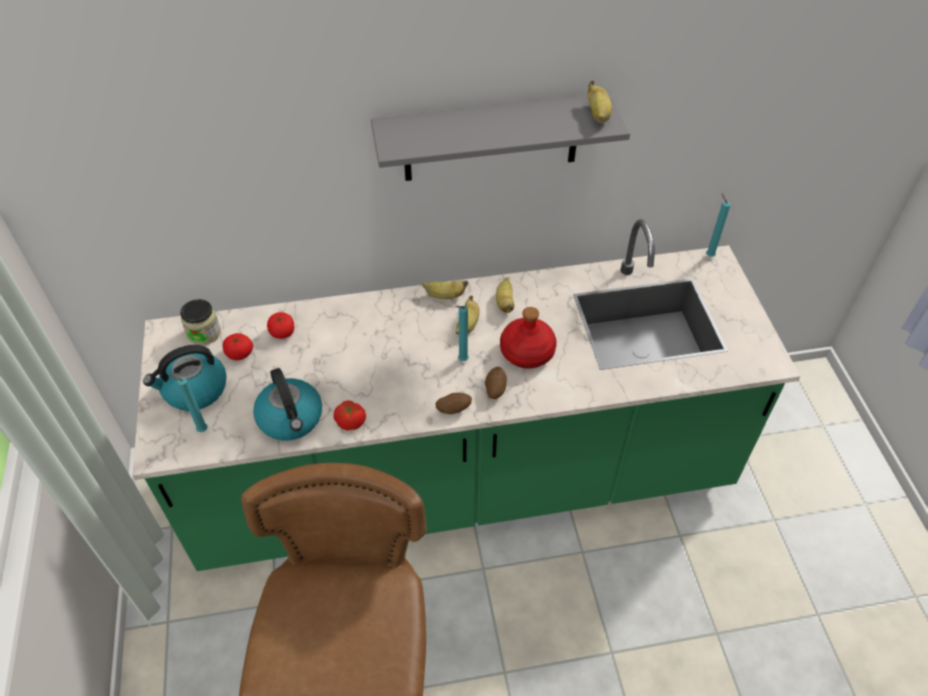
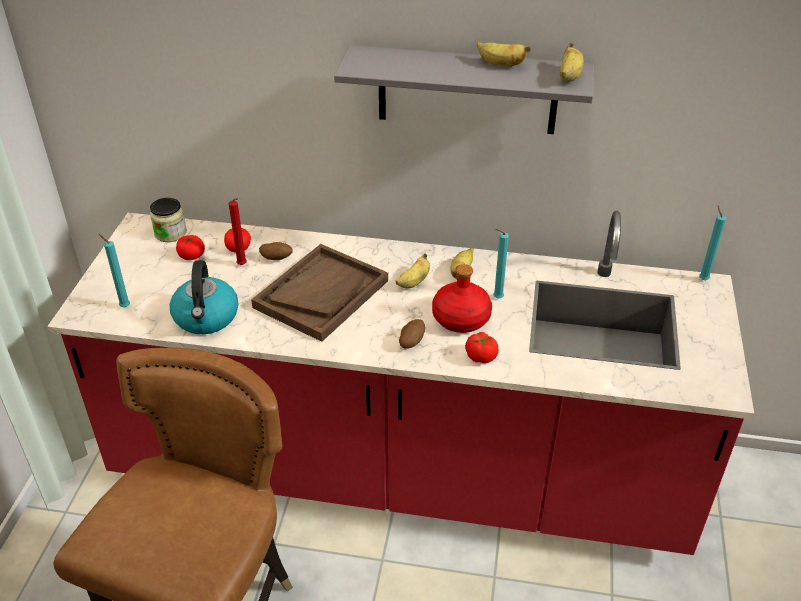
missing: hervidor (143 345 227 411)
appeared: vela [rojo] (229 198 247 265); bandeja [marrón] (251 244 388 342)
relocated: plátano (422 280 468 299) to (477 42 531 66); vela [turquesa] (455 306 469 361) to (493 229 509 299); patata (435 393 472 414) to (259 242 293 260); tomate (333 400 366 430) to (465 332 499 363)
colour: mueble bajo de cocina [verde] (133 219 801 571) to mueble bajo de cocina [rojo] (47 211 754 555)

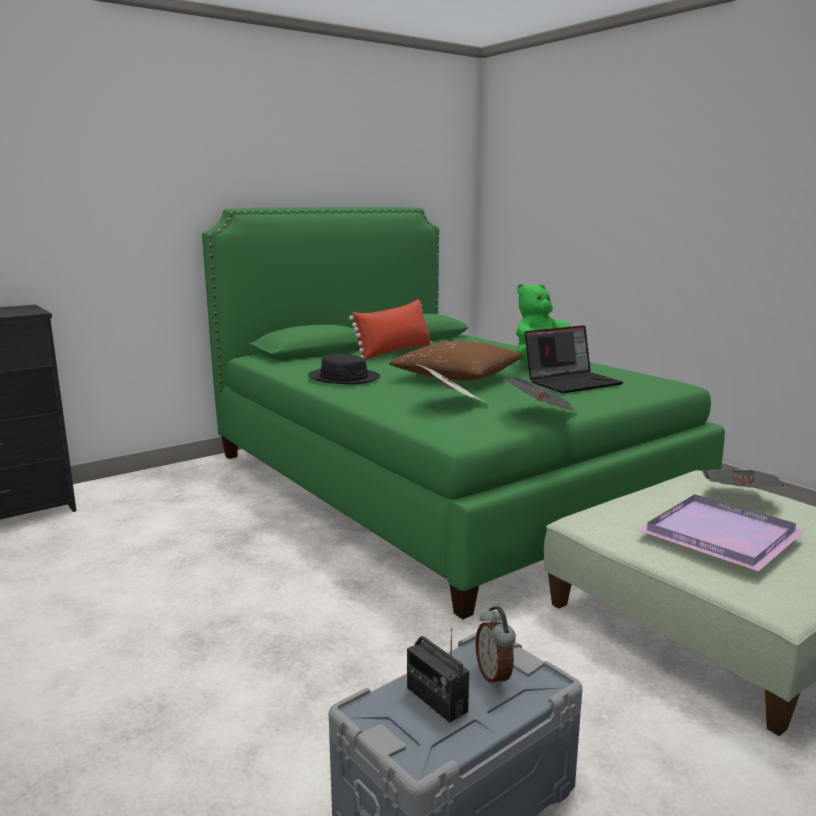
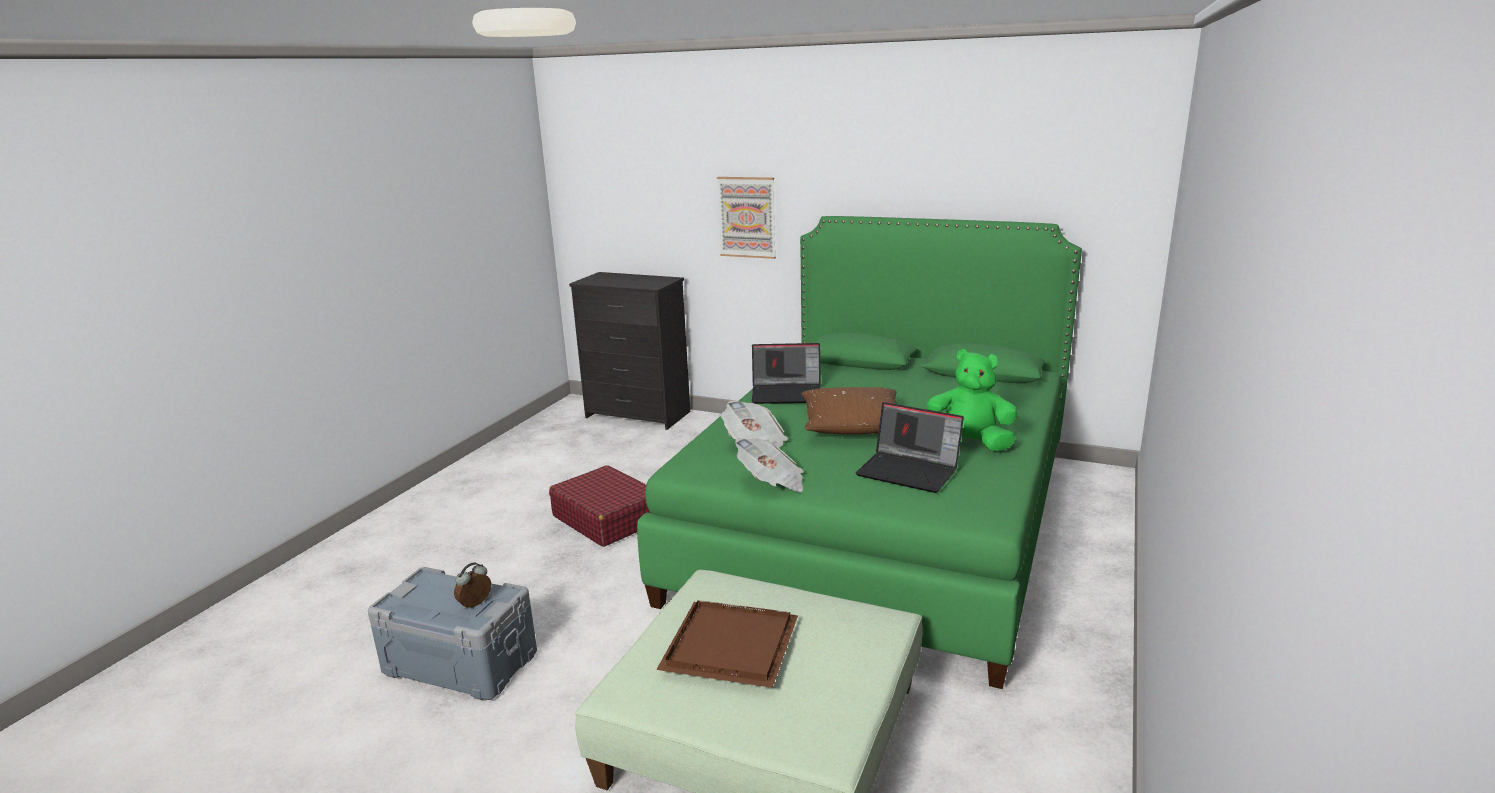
missing: cojín [rojo] (349 299 431 360); periódico (701 469 784 488); radio (407 628 469 723)
appeared: cuadro (717 177 776 259); maleta [rojo] (549 465 650 547)
exchanged: sombrero [negro] (308 354 380 384) to portátil (752 343 821 404)
colour: bandeja [morado] (637 494 805 572) to bandeja [marrón] (656 600 798 688)

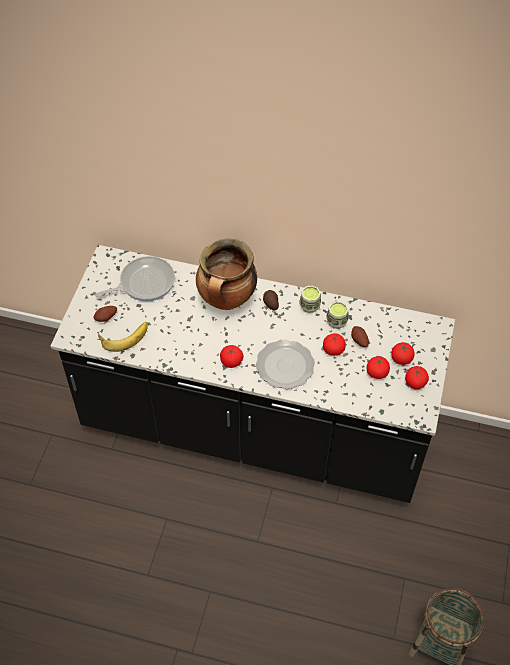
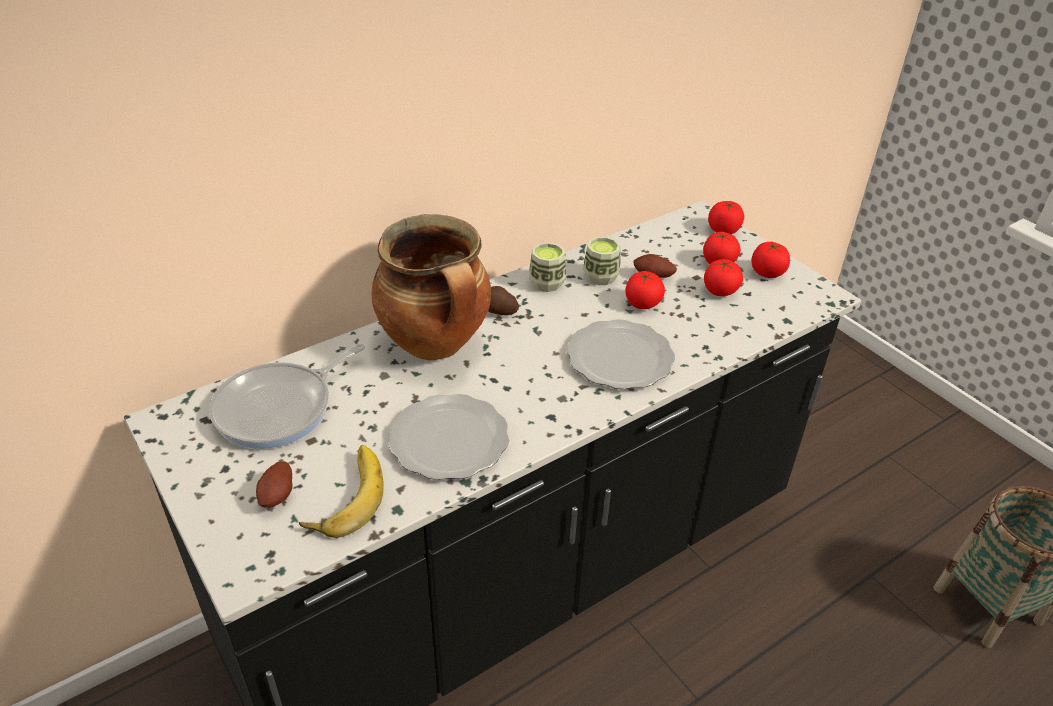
appeared: plato (389 394 509 480)
relocated: tomate (220 345 243 368) to (708 201 744 234)
spun: sartén (95 256 175 301) = (209 344 365 449) 150 degrees counterclockwise

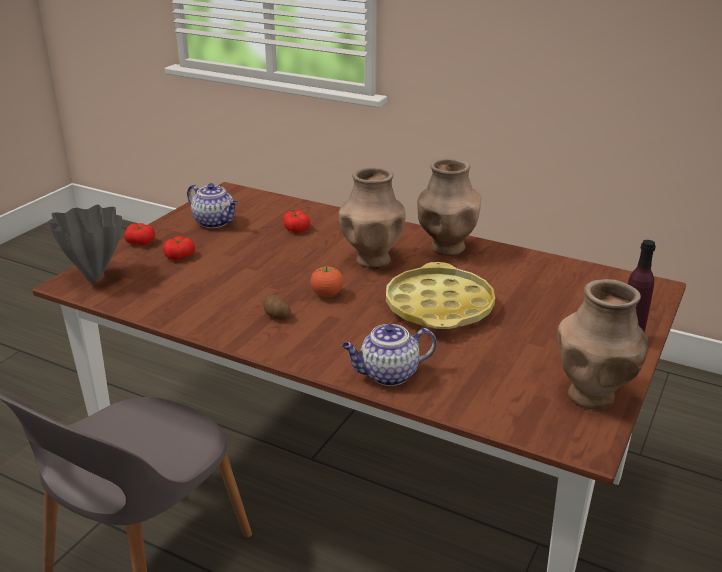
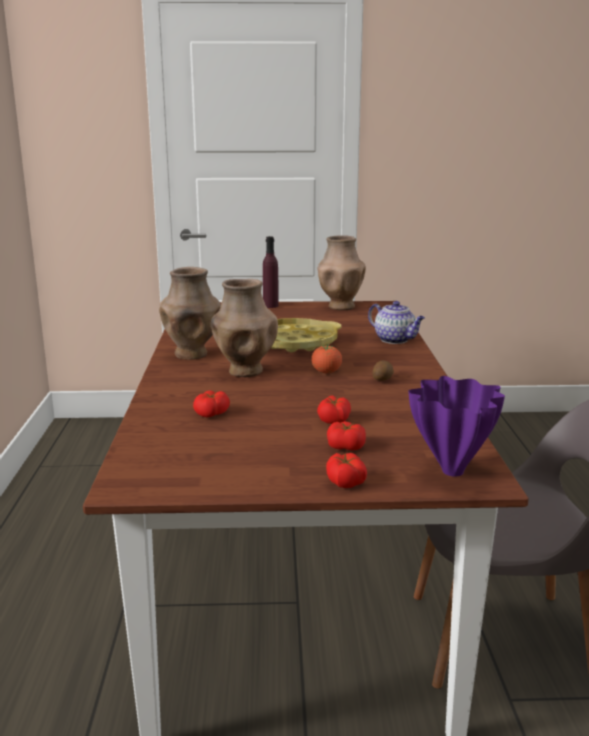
missing: tetera (187 183 238 228)
appeared: tomate (317 395 351 424)
colour: florero [gris] (48 205 122 281) to florero [morado] (408 376 505 477)

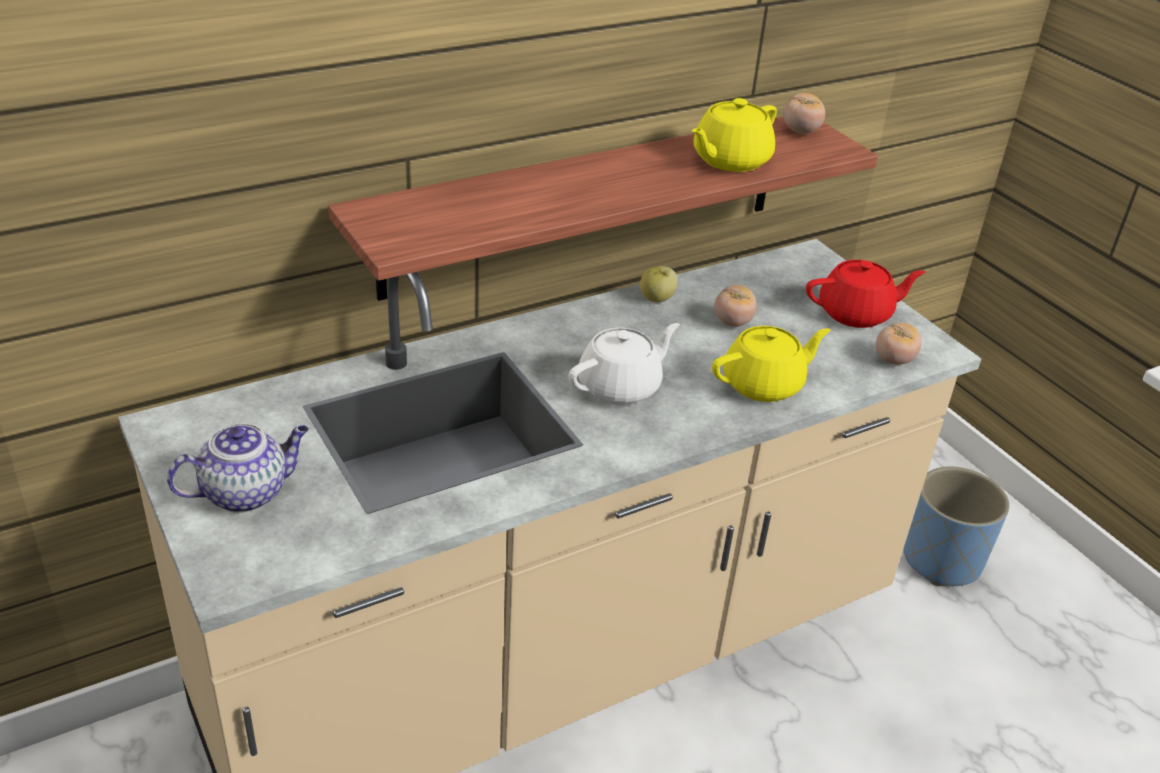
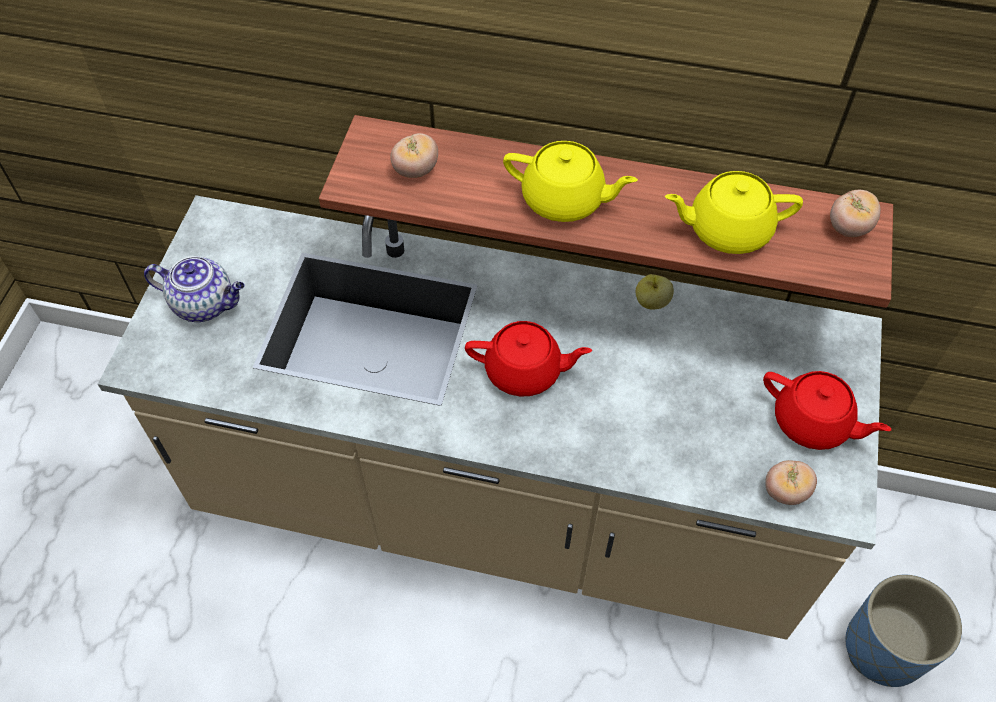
relocated: tomate (714 285 757 327) to (390 133 438 178); tetera [amarillo] (712 326 831 402) to (503 141 638 222)
colour: tetera [blanco] (569 323 680 405) to tetera [rojo] (465 321 592 396)

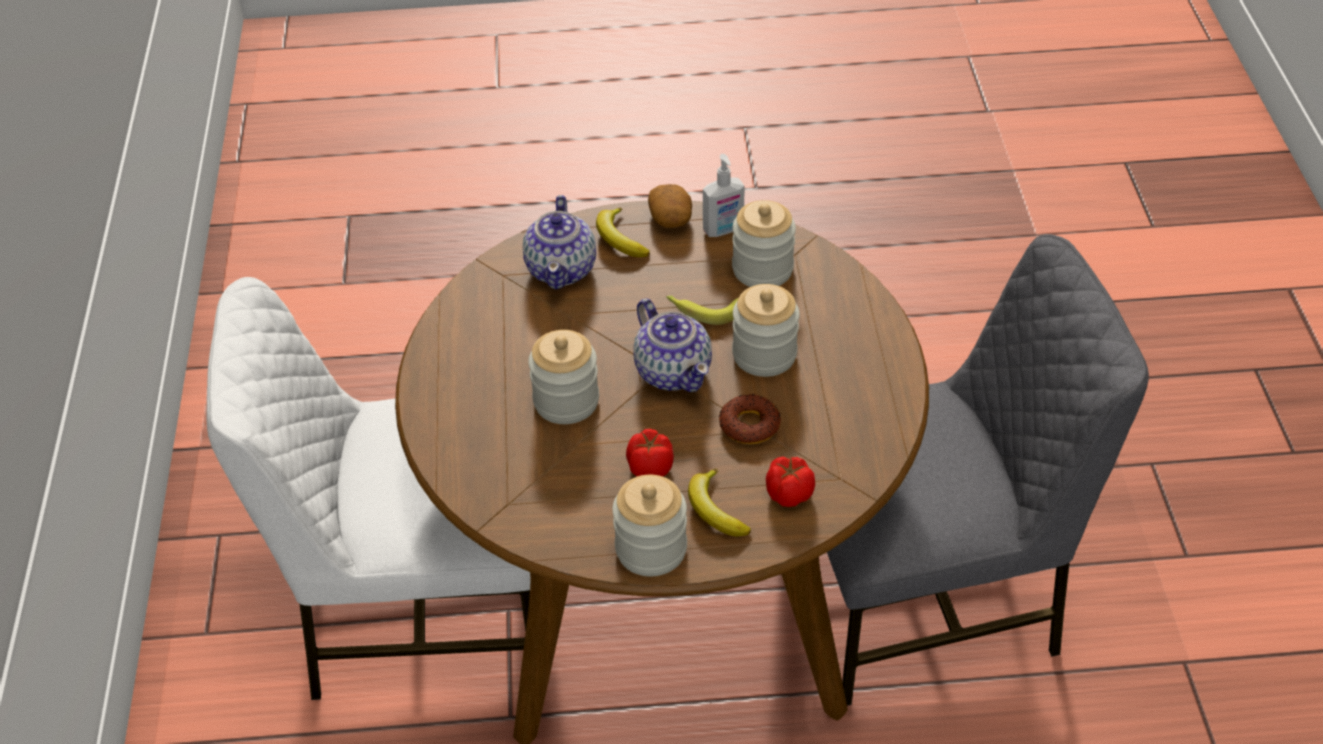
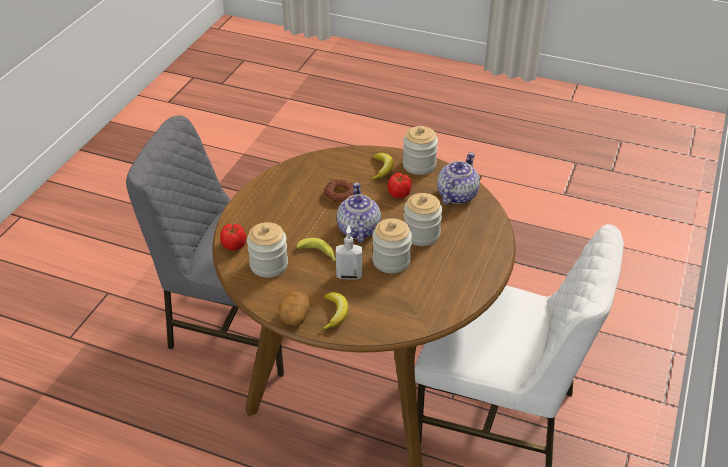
relocated: dispensador de jabón (703 154 745 237) to (336 225 362 280); tetera (523 195 596 290) to (437 152 480 205); tarro (732 284 800 377) to (372 218 412 273); tomate (766 457 815 507) to (220 224 246 251)

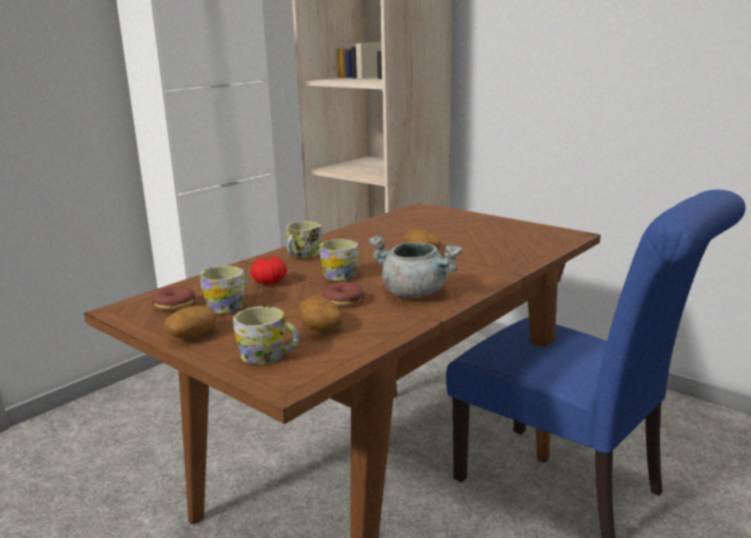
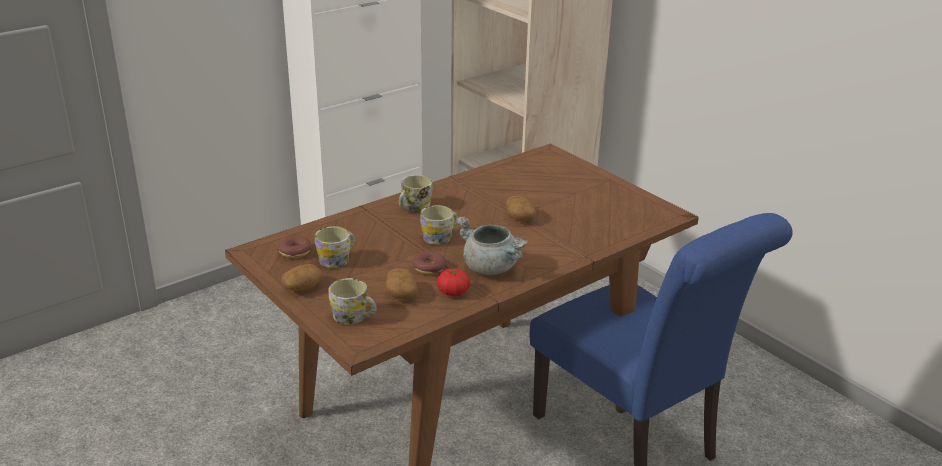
relocated: tomate (251 257 287 285) to (437 268 470 296)

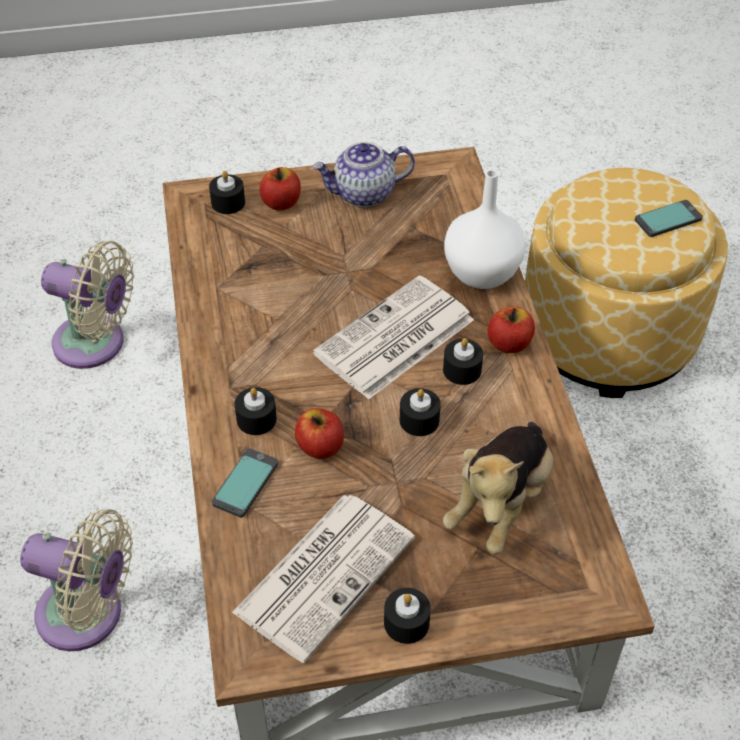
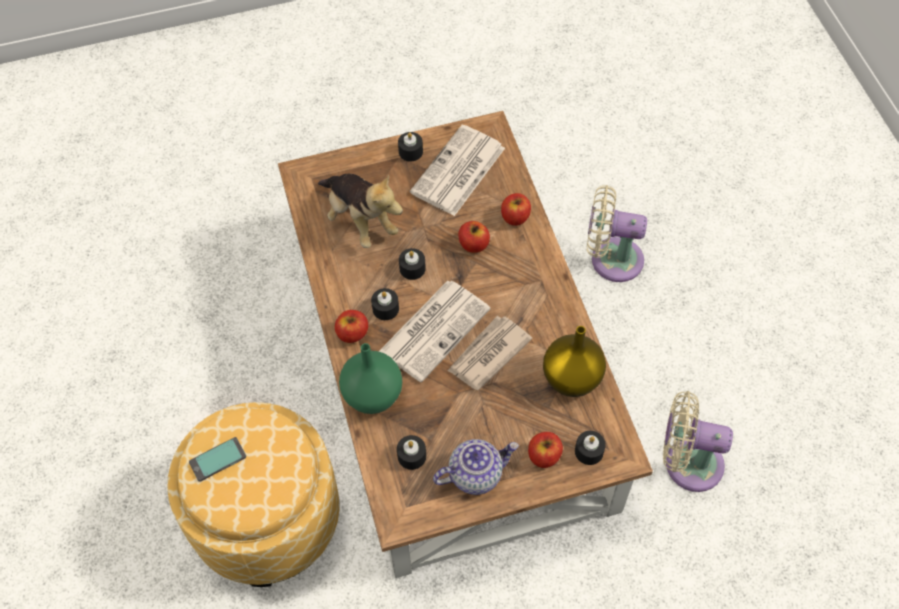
appeared: periódico (447 316 532 390); florero [amarillo] (543 326 606 397)
relocated: vela [negro] (235 387 277 435) to (397 435 426 470)
exchanged: móvil (212 448 278 518) to manzana (501 193 531 226)
colour: florero [blanco] (444 170 526 289) to florero [verde] (339 343 402 414)
spun: peluche (443 422 553 555) = (318 174 403 248) 120 degrees clockwise

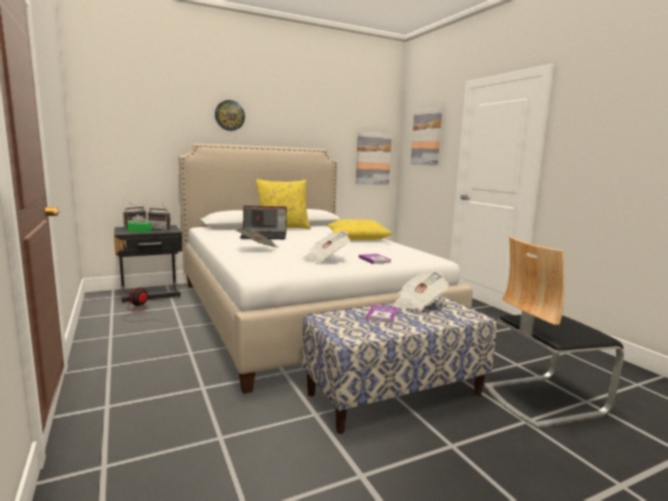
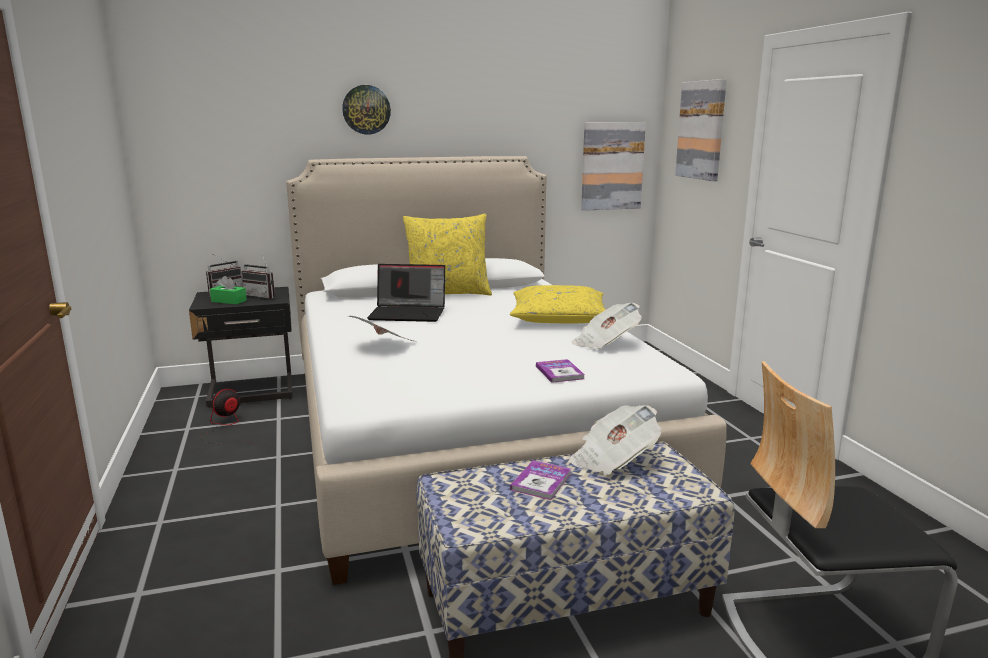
relocated: periódico (302 231 350 262) to (572 303 642 349)

